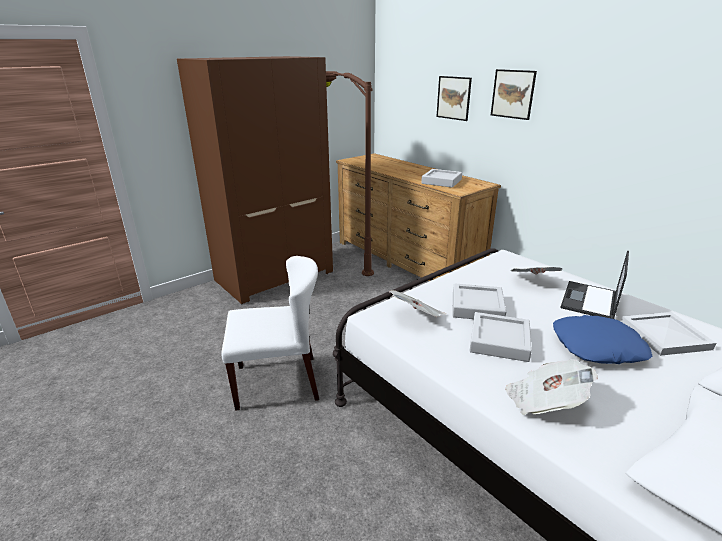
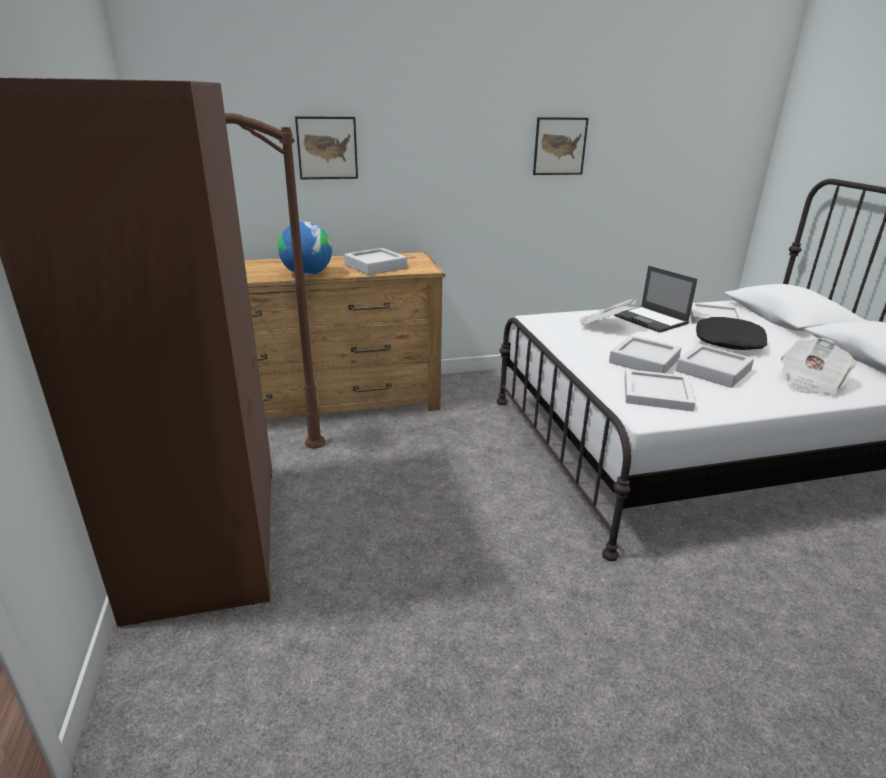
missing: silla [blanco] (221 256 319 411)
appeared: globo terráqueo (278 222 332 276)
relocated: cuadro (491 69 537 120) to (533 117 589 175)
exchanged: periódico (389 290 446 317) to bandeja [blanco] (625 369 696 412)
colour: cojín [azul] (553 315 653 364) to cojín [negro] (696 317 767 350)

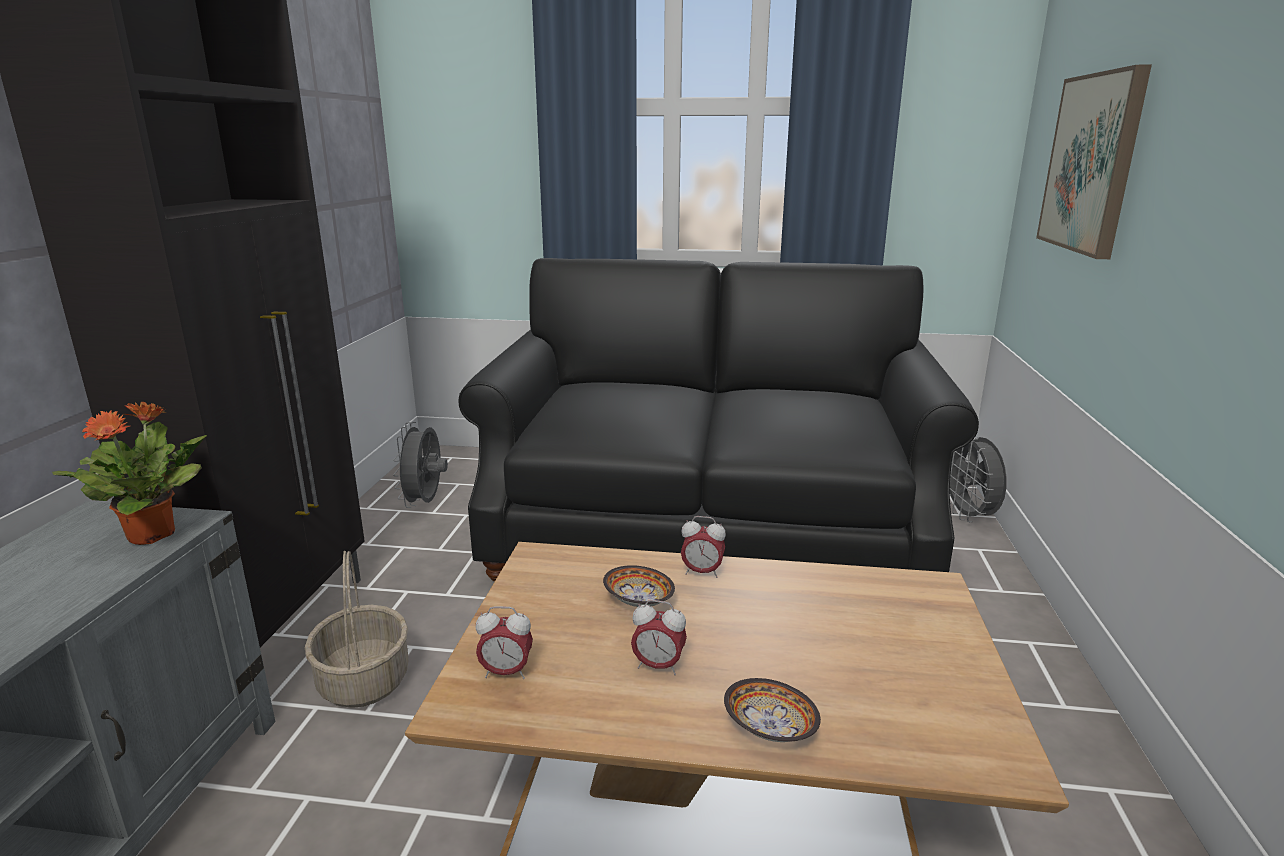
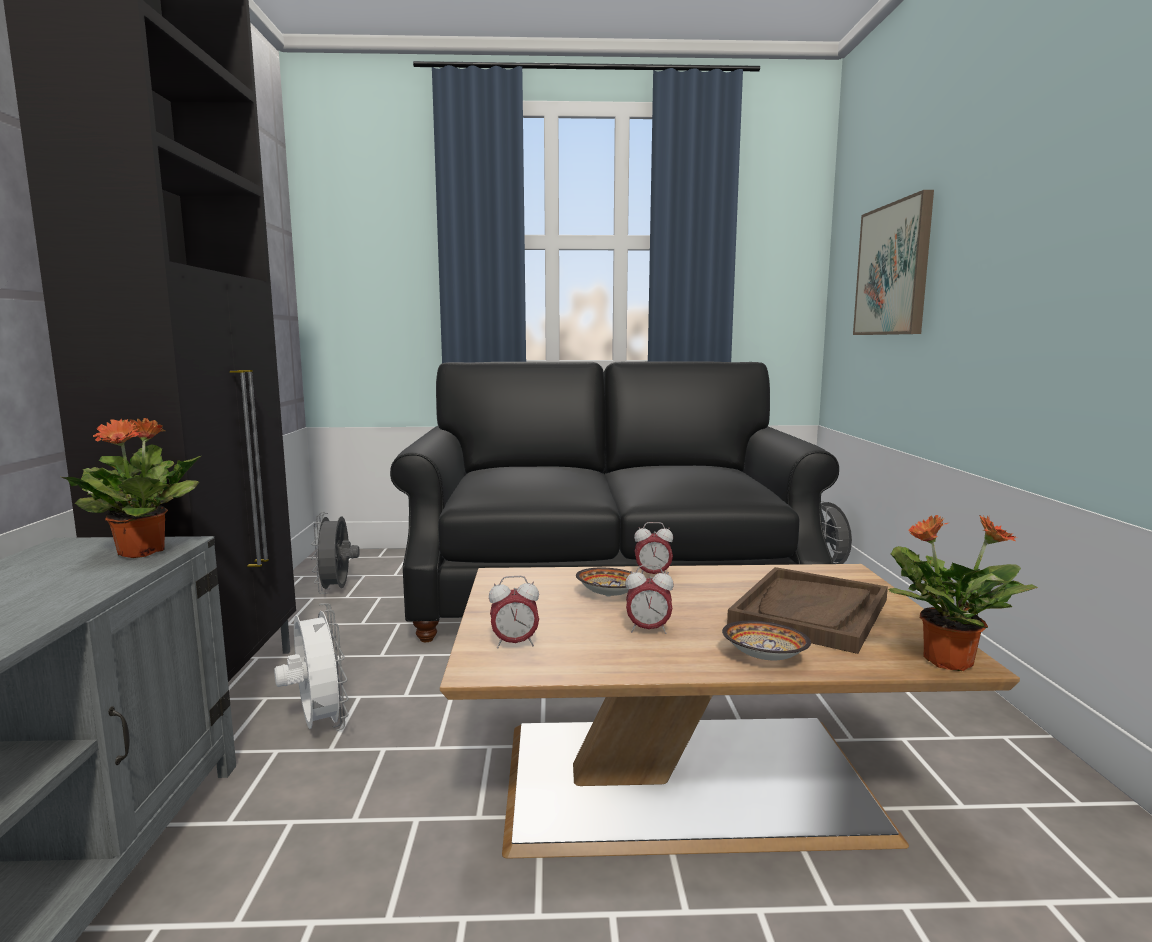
appeared: planta en maceta (888 515 1038 671); bandeja [marrón] (727 567 888 654)
exchanged: cesta (305 551 408 708) to ventilador [blanco] (274 603 349 731)

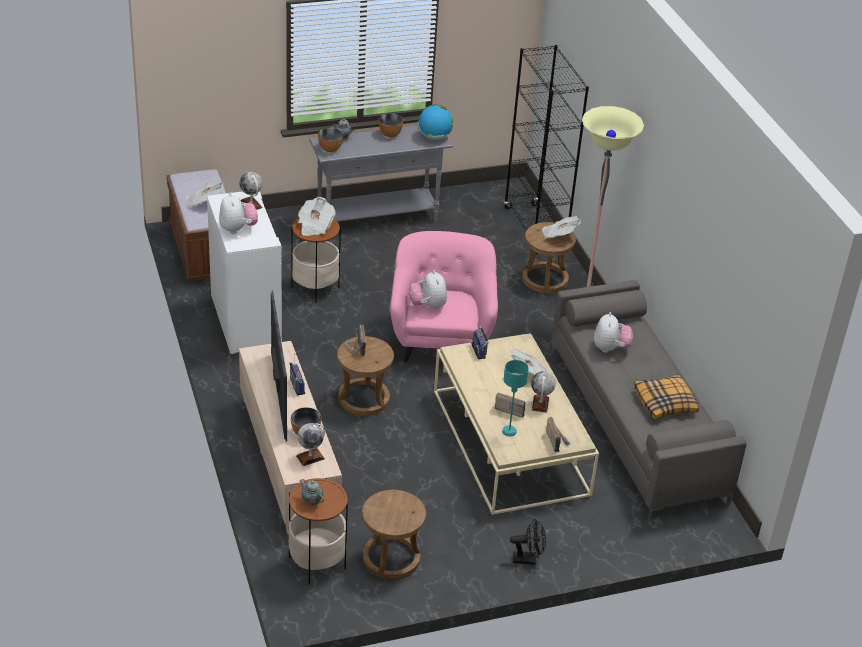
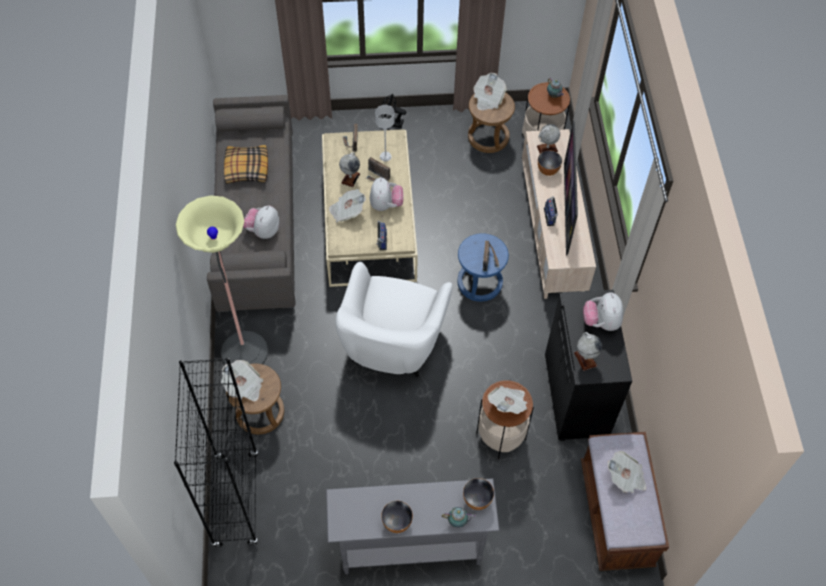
missing: globo terráqueo (418 105 453 140)
appeared: periódico (473 73 507 110)
relocated: peluche (409 270 447 310) to (370 177 404 211)
colour: armario [blanco] (207 191 282 356) to armario [negro] (545 290 632 441); sillón [rosa] (390 231 498 362) to sillón [blanco] (335 262 453 377); taburete [marrón] (337 336 394 416) to taburete [azul] (457 233 509 302); lámpara de mesa [turquesa] (502 360 529 437) to lámpara de mesa [gris] (375 105 395 161)

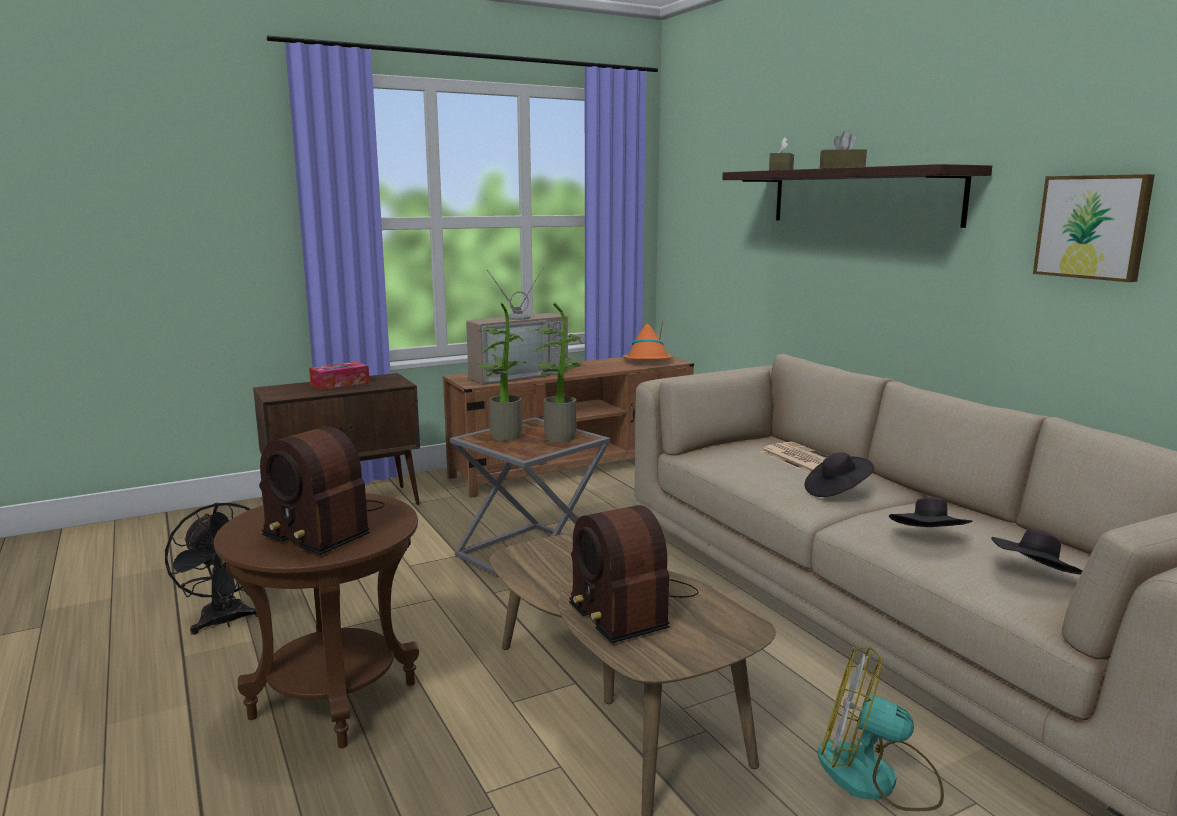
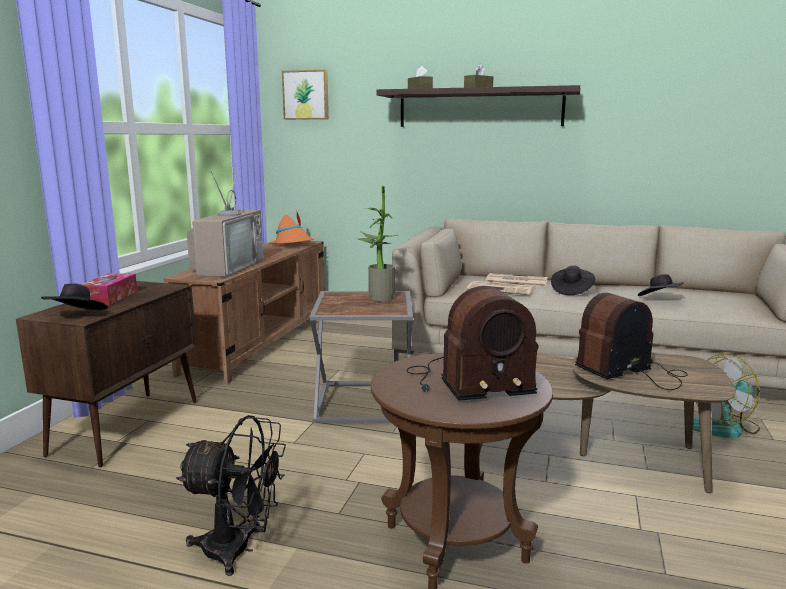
missing: planta en maceta (477 302 528 441)
appeared: periódico (467 281 534 295)
relocated: cuadro (1033 174 1155 282) to (282 70 329 120); sombrero [negro] (991 529 1082 575) to (41 284 108 310)
spun: radio (569 505 699 643) = (575 293 688 390) 135 degrees clockwise

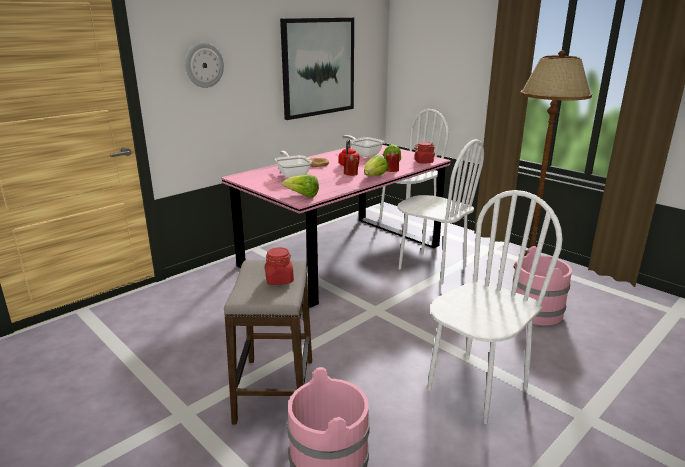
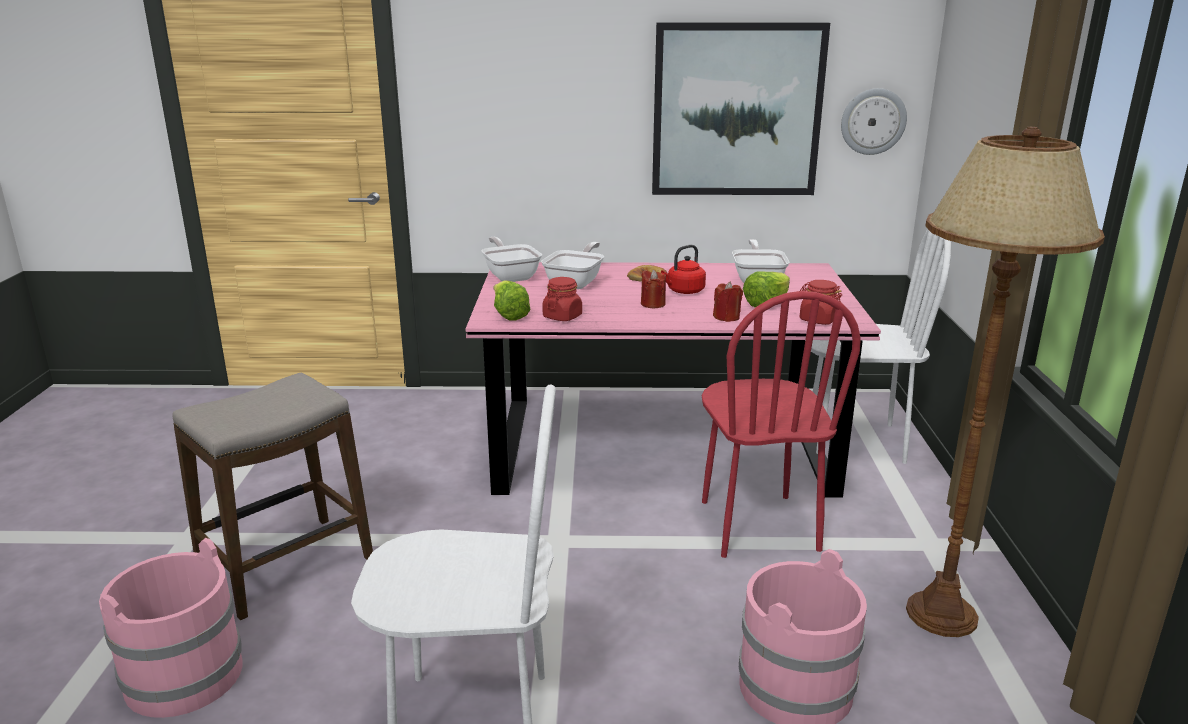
missing: lechuga (364 155 388 176)
appeared: sartén (482 237 542 282)
relocated: reloj de pared (185 43 224 88) to (841 88 907 155); tarro [rojo] (265 247 294 285) to (542 277 582 321)
colour: silla [blanco] (398 139 484 285) to silla [rojo] (702 291 861 558)

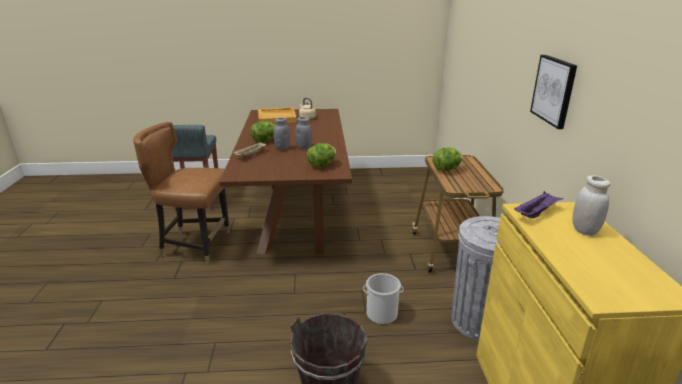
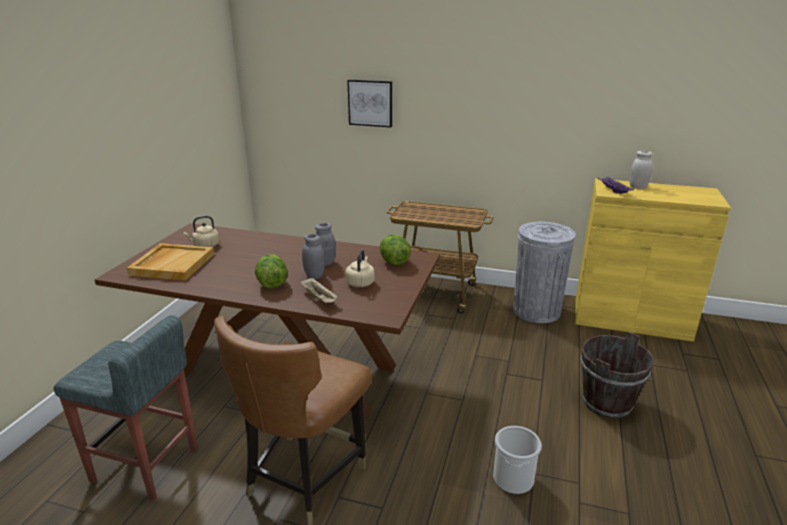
missing: lechuga (433 148 463 171)
appeared: hervidor [beis] (345 249 375 288)
relocated: cuadro (530 55 577 129) to (347 80 392 127); cubo (363 273 403 324) to (493 426 542 494)

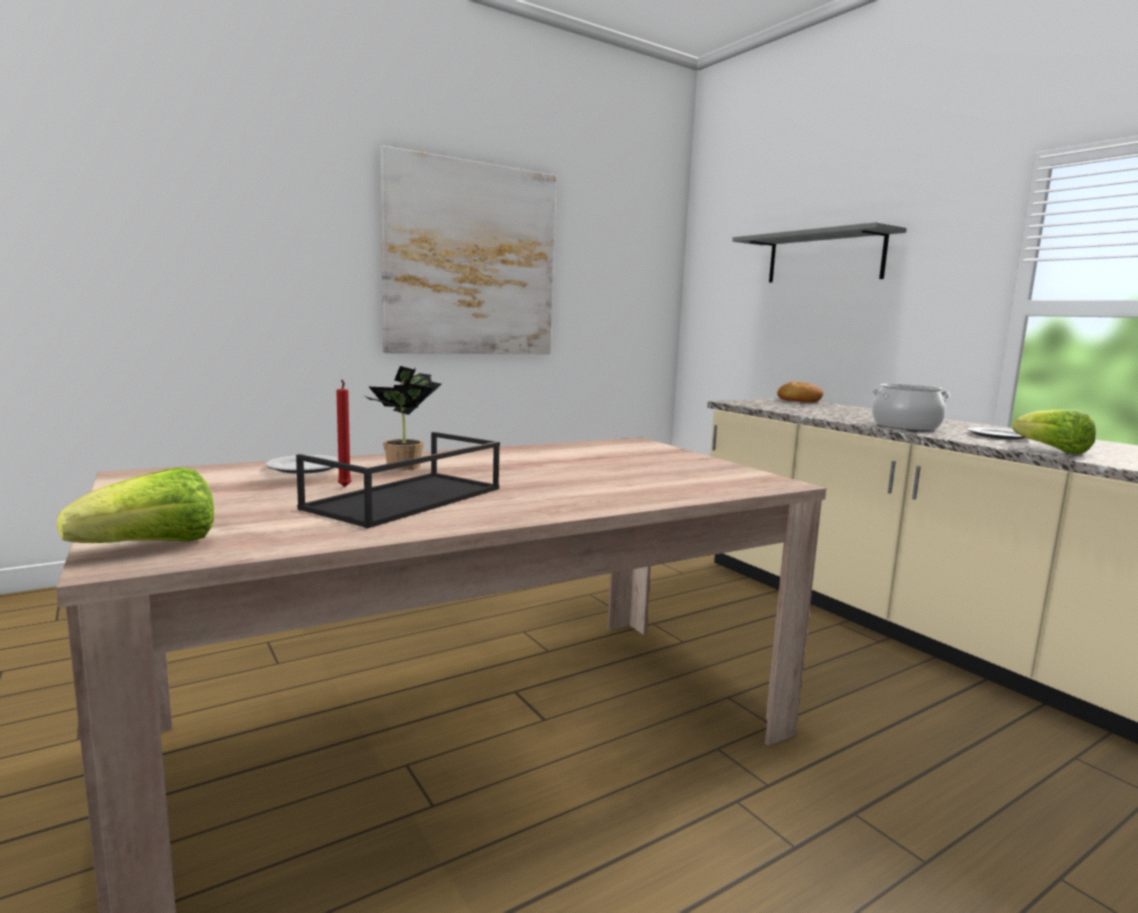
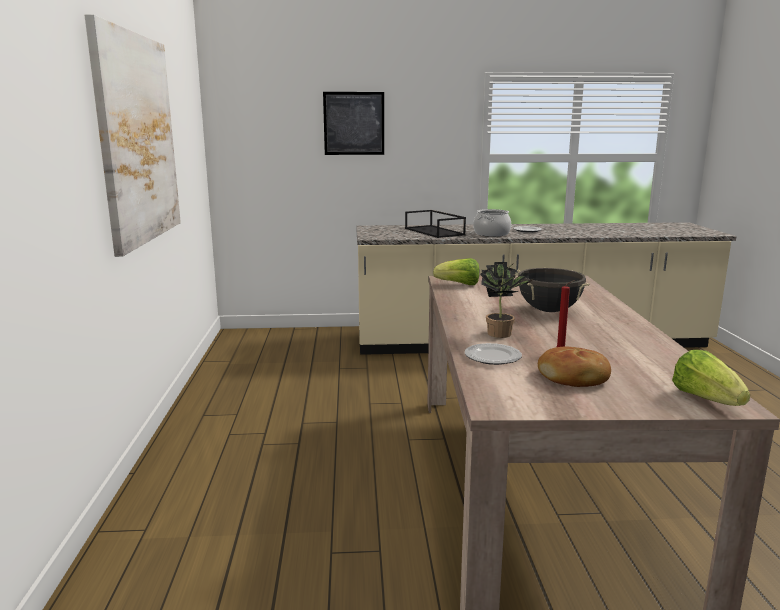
appeared: olla [negro] (517 268 589 312)
relocated: pan (777 382 823 402) to (538 347 611 387); lechuga (1012 409 1096 454) to (433 258 479 285); bandeja [negro] (296 432 500 529) to (405 210 466 238)
exchanged: estante [gris] (732 222 907 283) to cuadro (323 92 384 155)

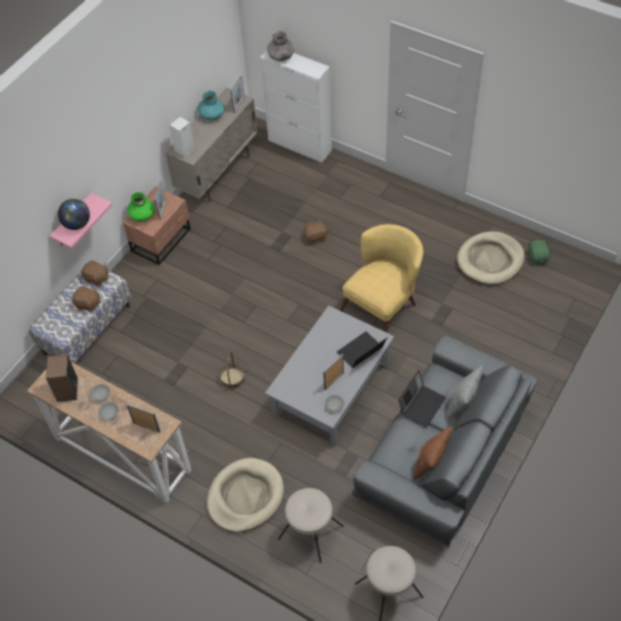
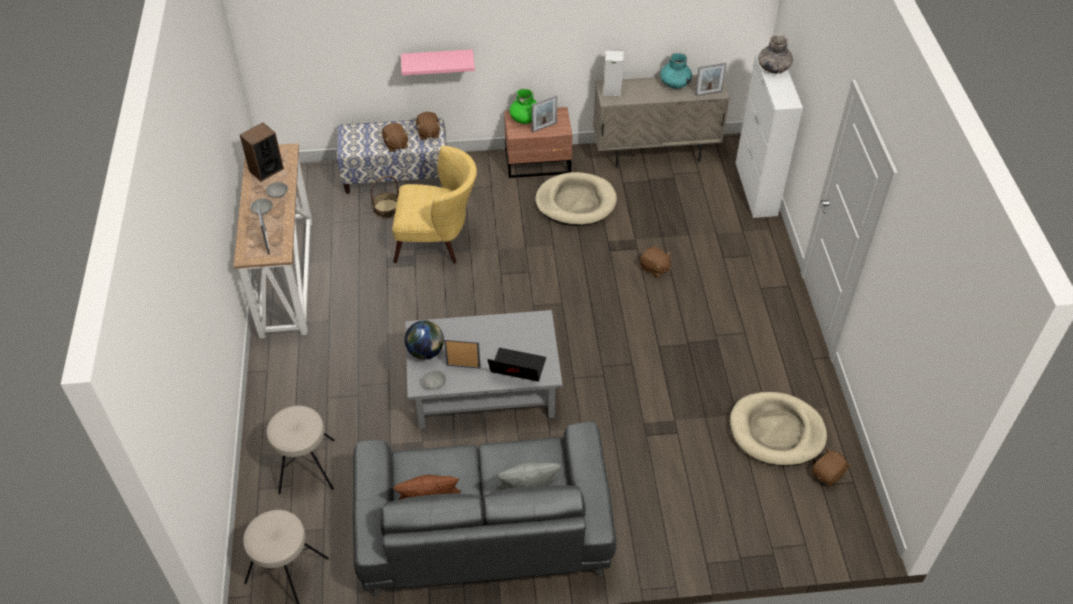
missing: portátil (398 370 446 428)
relocated: globo terráqueo (58 199 90 230) to (405 320 444 360); sillón [amarillo] (340 224 423 333) to (392 146 477 264); cesta (219 351 245 389) to (371 176 399 218); cama para perro [beis] (207 458 284 532) to (535 172 617 226)
colour: peluche [verde] (528 240 550 263) to peluche [marrón] (812 448 850 487)

